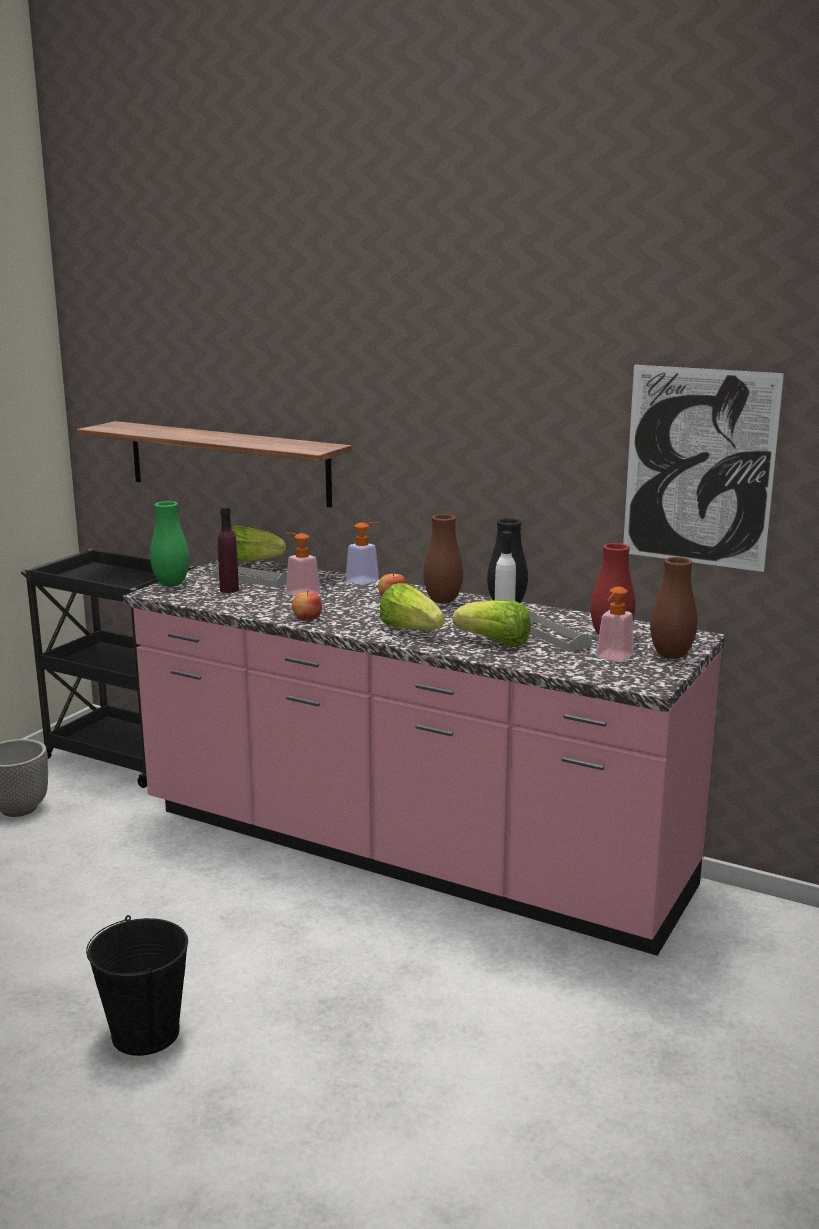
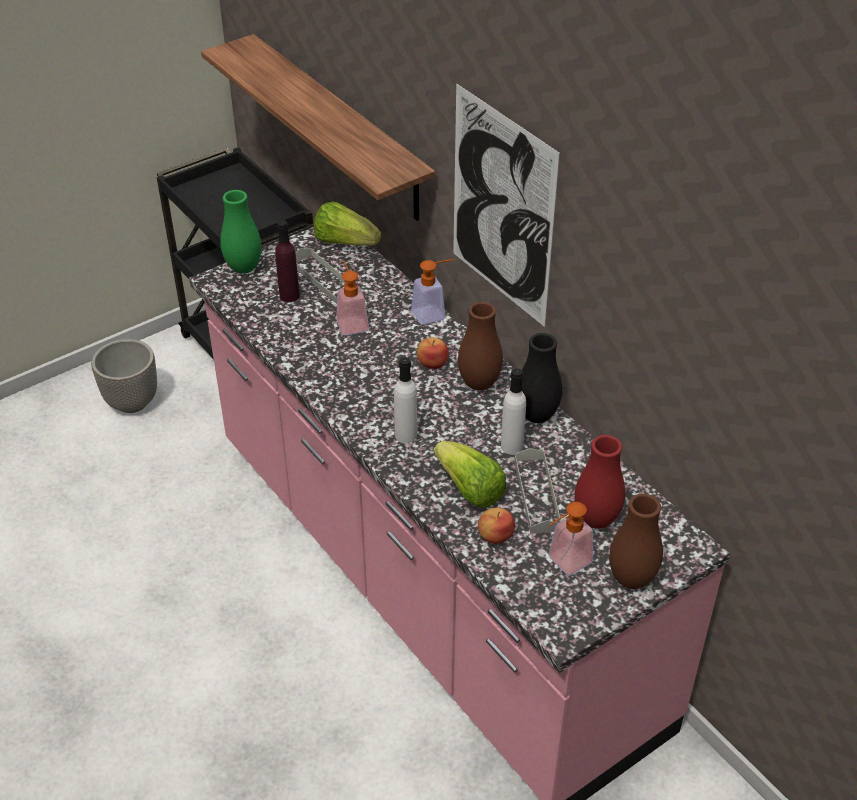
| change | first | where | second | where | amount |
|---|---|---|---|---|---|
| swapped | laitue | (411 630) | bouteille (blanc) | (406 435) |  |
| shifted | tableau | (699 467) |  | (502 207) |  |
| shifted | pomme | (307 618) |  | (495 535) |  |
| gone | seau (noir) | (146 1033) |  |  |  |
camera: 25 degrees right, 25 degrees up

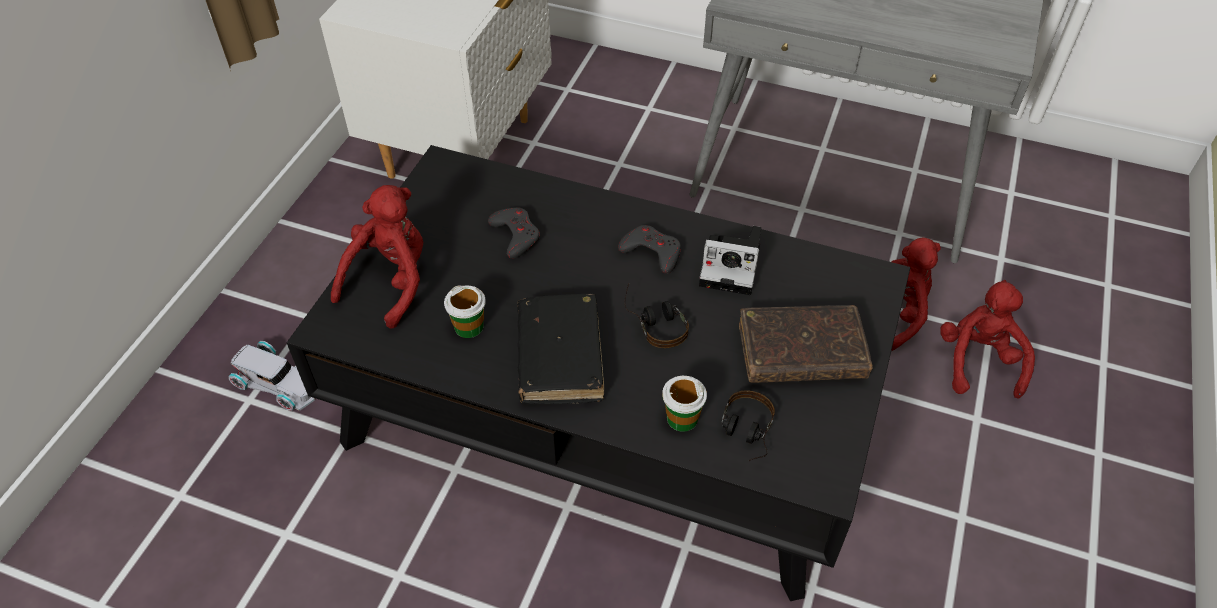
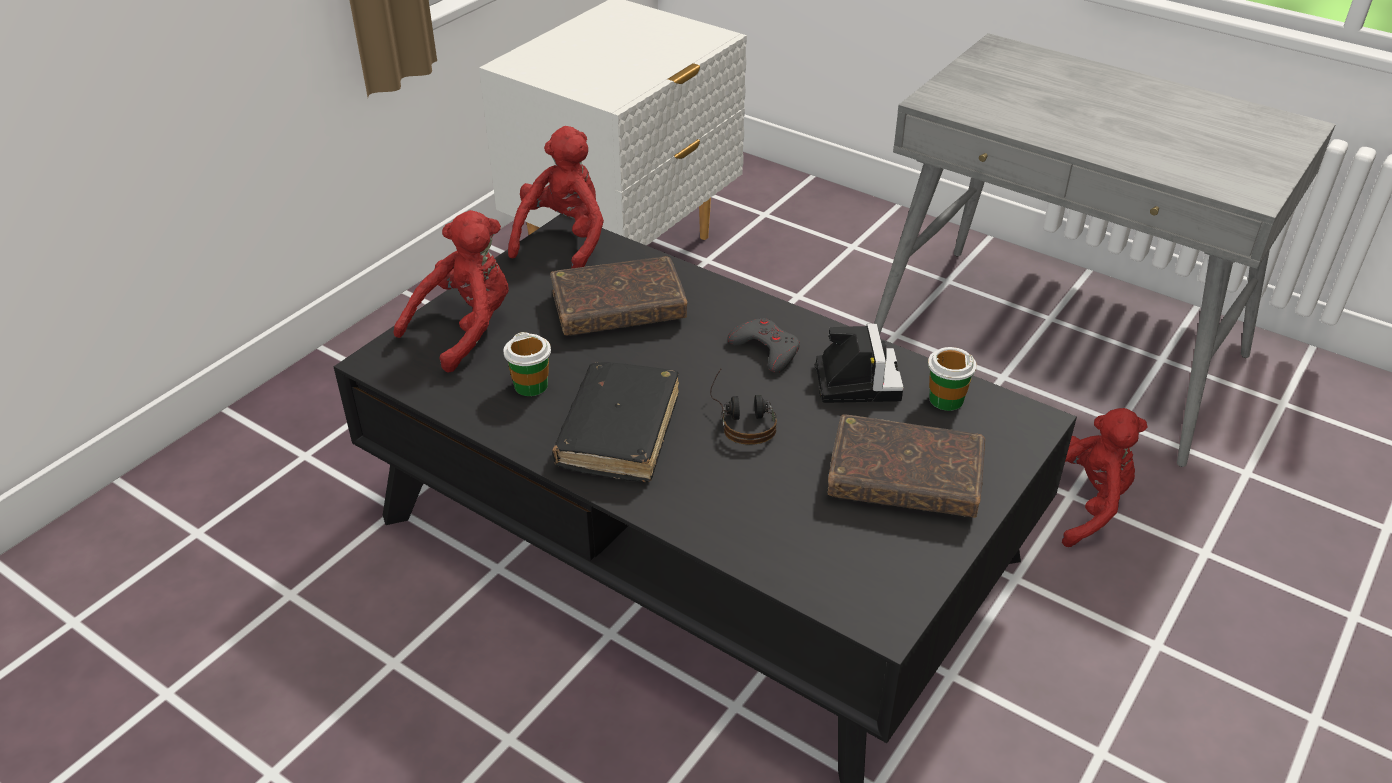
| change | first | where | second | where | amount |
|---|---|---|---|---|---|
| shifted | peluche (rouge) | (978 361) |  | (564 240) |  |
| swapped | manette (gris) | (515 235) | livre (marron) | (618 309) |  |
| rotated | appareil photo | (732 267) |  | (856 379) | 120 degrees counterclockwise |
| shifted | tasse | (682 418) |  | (946 399) |  |
| gone | petite voiture (blanc) | (279 382) |  |  |  |
| gone | casque audio | (745 434) |  |  |  |
camera: 15 degrees right, 10 degrees down

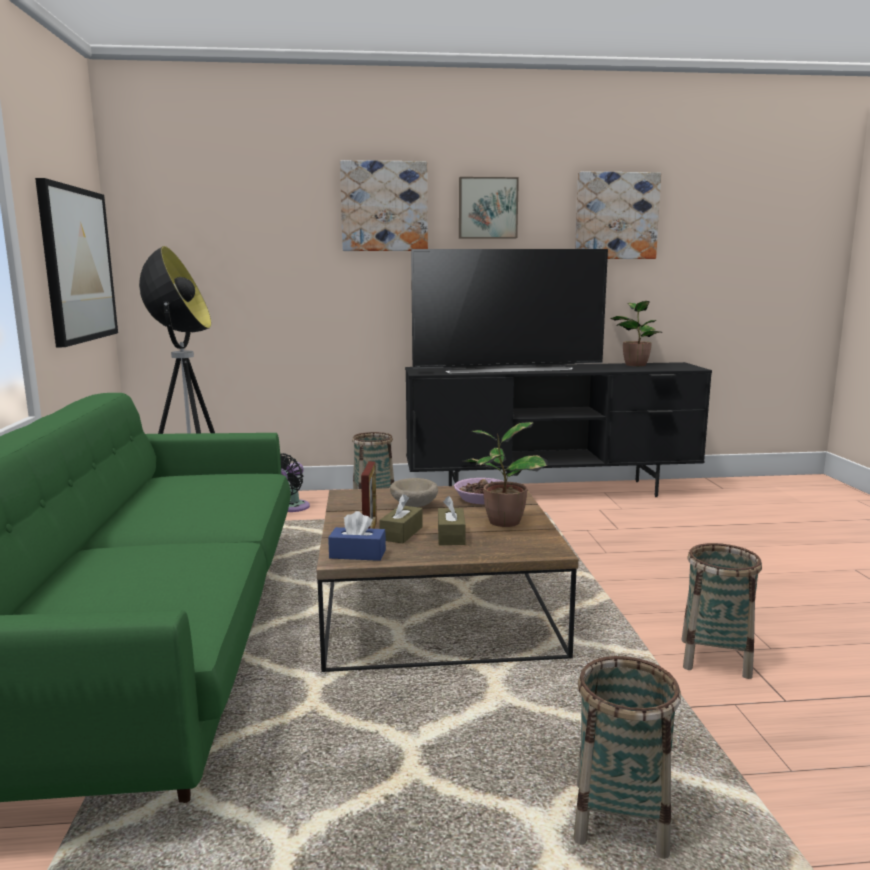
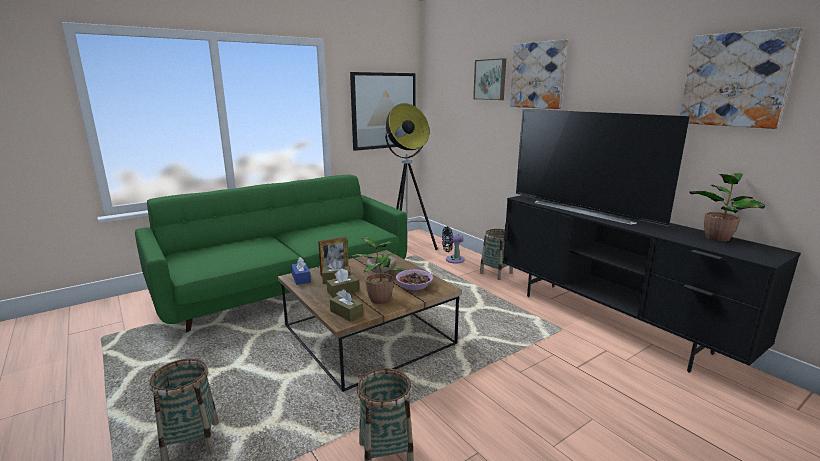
| change | first | where | second | where | amount |
|---|---|---|---|---|---|
| new |  |  | boîte à mouchoirs (marron) | (346 313) |  |
| shifted | tableau | (487 208) |  | (490 79) |  |
camera: 60 degrees right, 5 degrees up

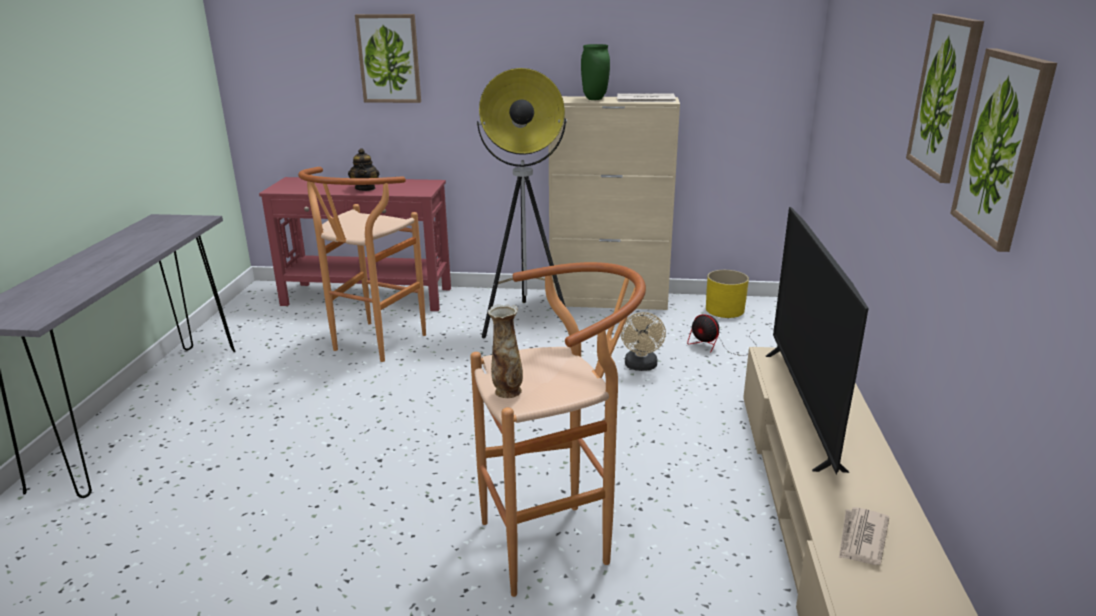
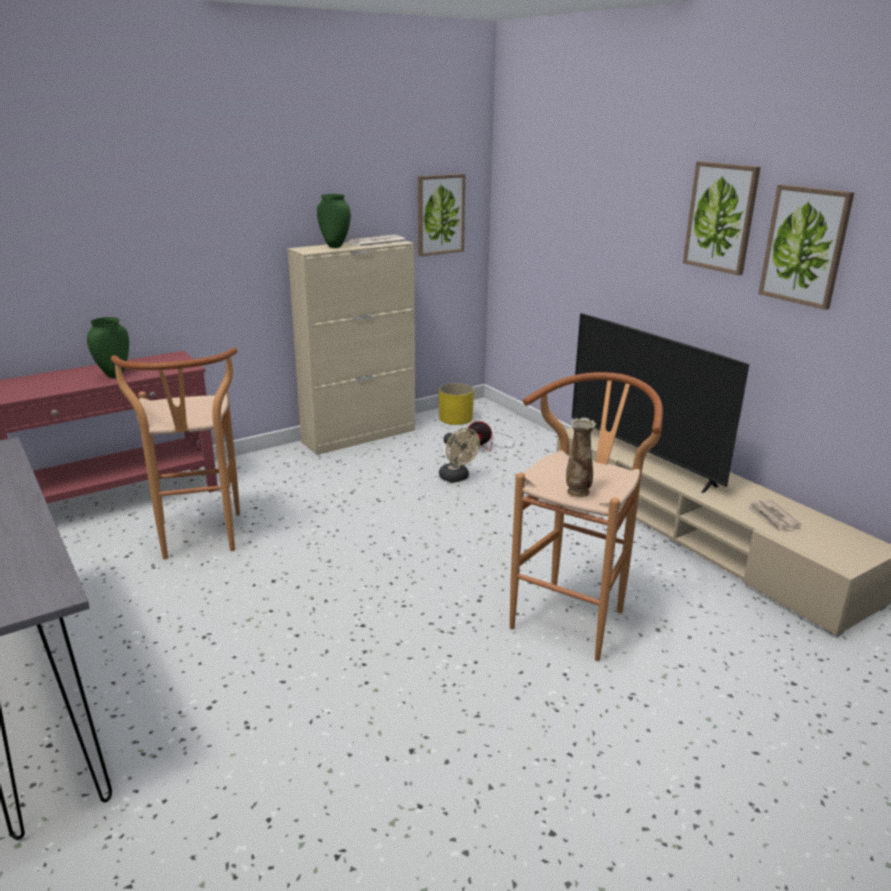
| change | first | where | second | where | amount |
|---|---|---|---|---|---|
| swapped | théière | (365 188) | vase (vert) | (114 375) |  |
| shifted | tableau | (389 58) |  | (440 214) |  |
| gone | lampadaire | (526 323) |  |  |  |
camera: 40 degrees left, 0 degrees up

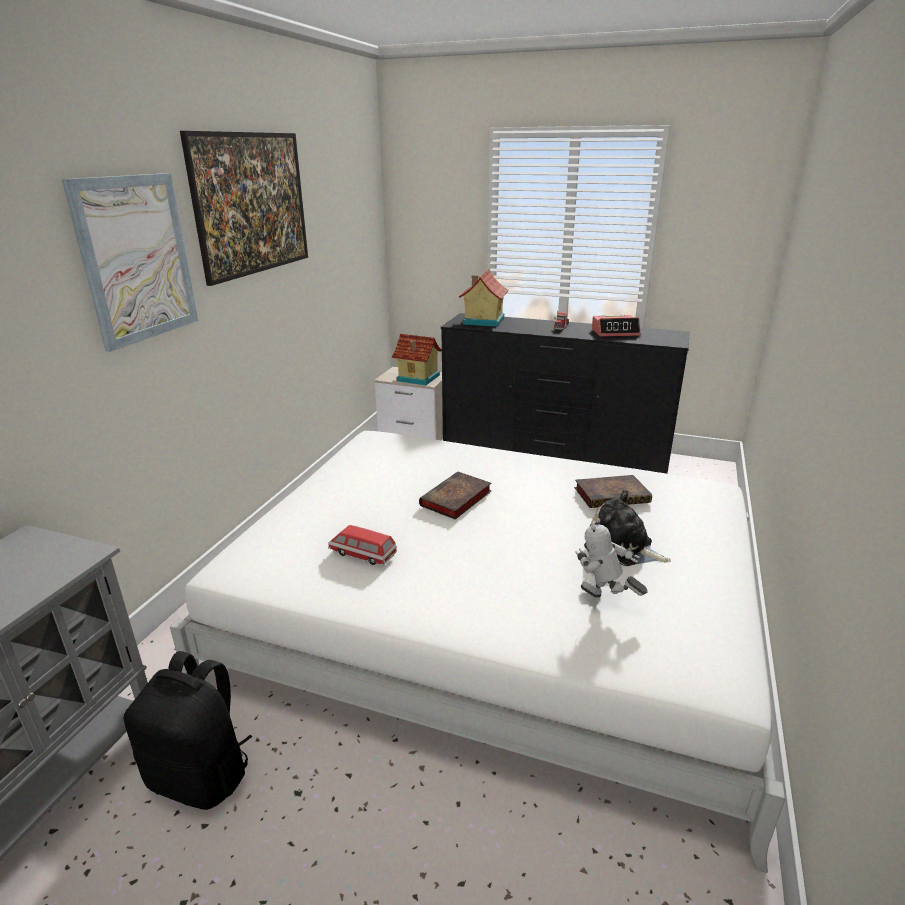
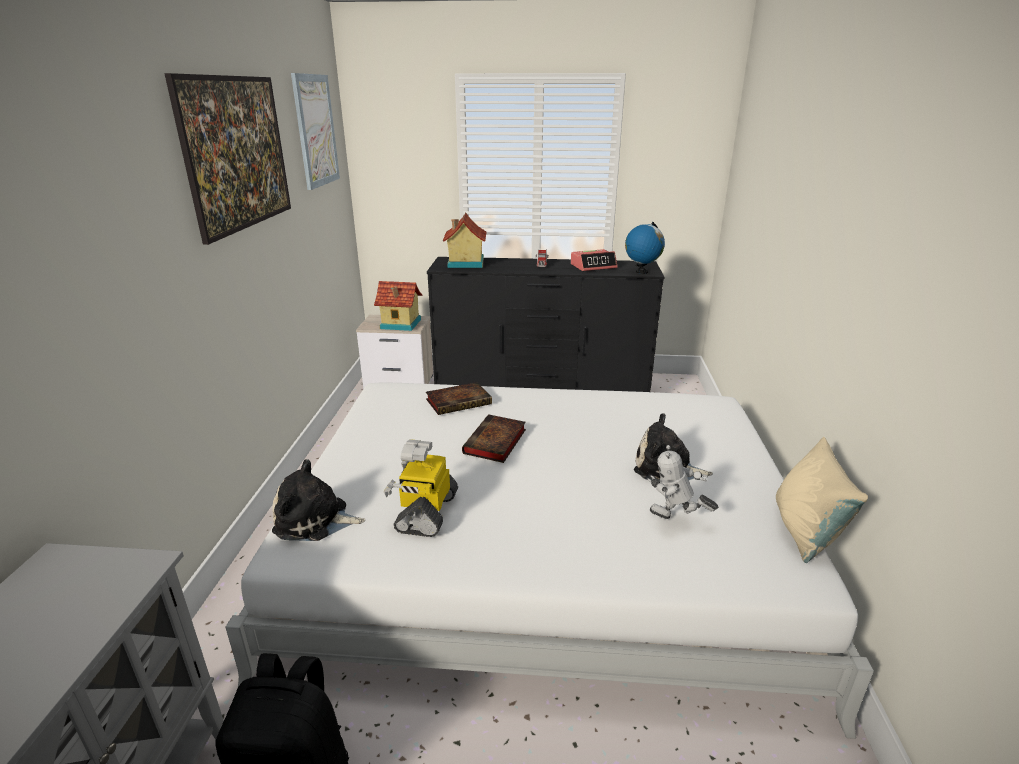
| change | first | where | second | where | amount |
|---|---|---|---|---|---|
| new |  |  | peluche | (315 520) |  |
| shifted | tableau | (137 259) |  | (315 131) |  |
| swapped | petite voiture | (363 554) | robot jouet | (426 512) |  |
| shifted | livre | (613 495) |  | (460 401) |  |
| new |  |  | globe | (641 272) |  |
| new |  |  | coussin (beige) | (805 531) |  |
camera: 15 degrees left, 0 degrees up

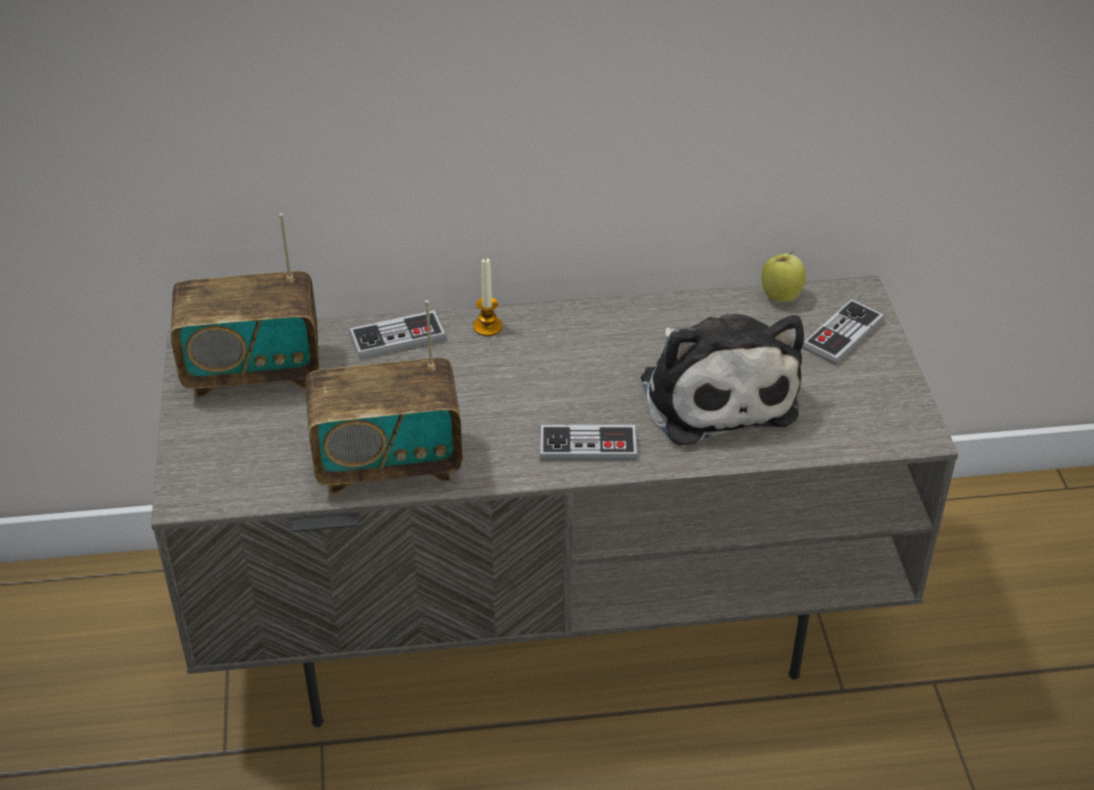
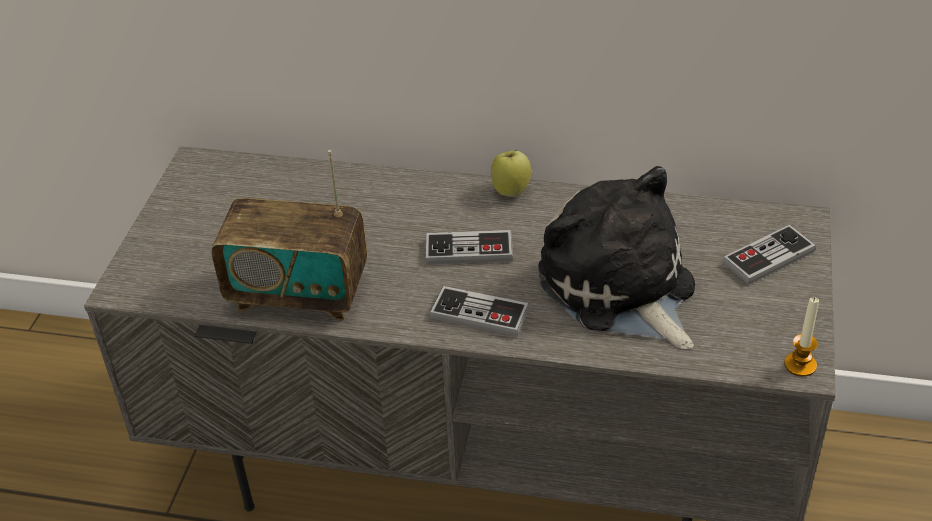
| change | first | where | second | where | amount |
|---|---|---|---|---|---|
| shifted | manette | (397 337) |  | (469 250) |  |
| shifted | pomme | (781 296) |  | (511 190) |  |
| rotated | peluche | (715 393) |  | (620 288) | 150 degrees clockwise |
| shifted | bougie | (487 327) |  | (800 365) |  |
| gone | radio | (253 371) |  |  |  |
camera: 20 degrees right, 0 degrees up

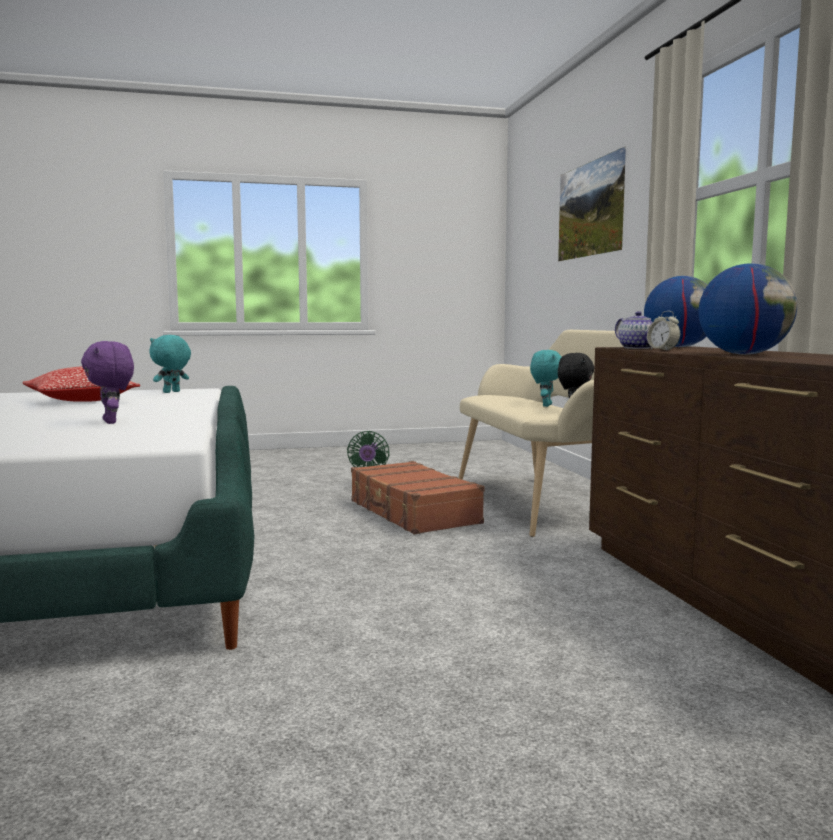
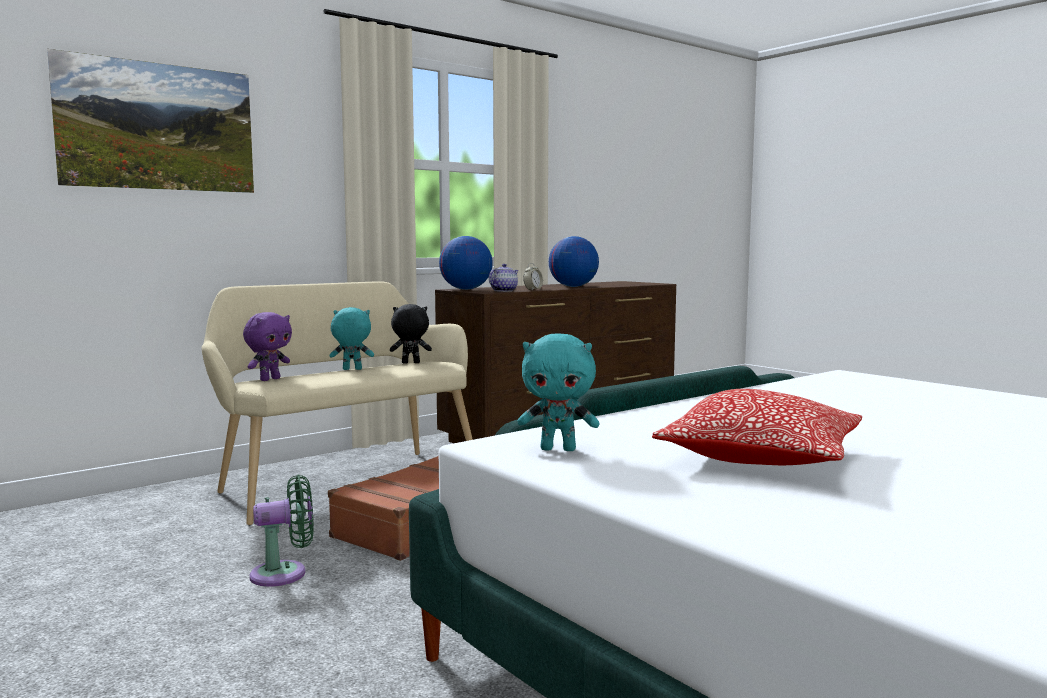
| change | first | where | second | where | amount |
|---|---|---|---|---|---|
| shifted | peluche (violet) | (112 422) |  | (269 379) |  |
camera: 115 degrees left, 0 degrees up

